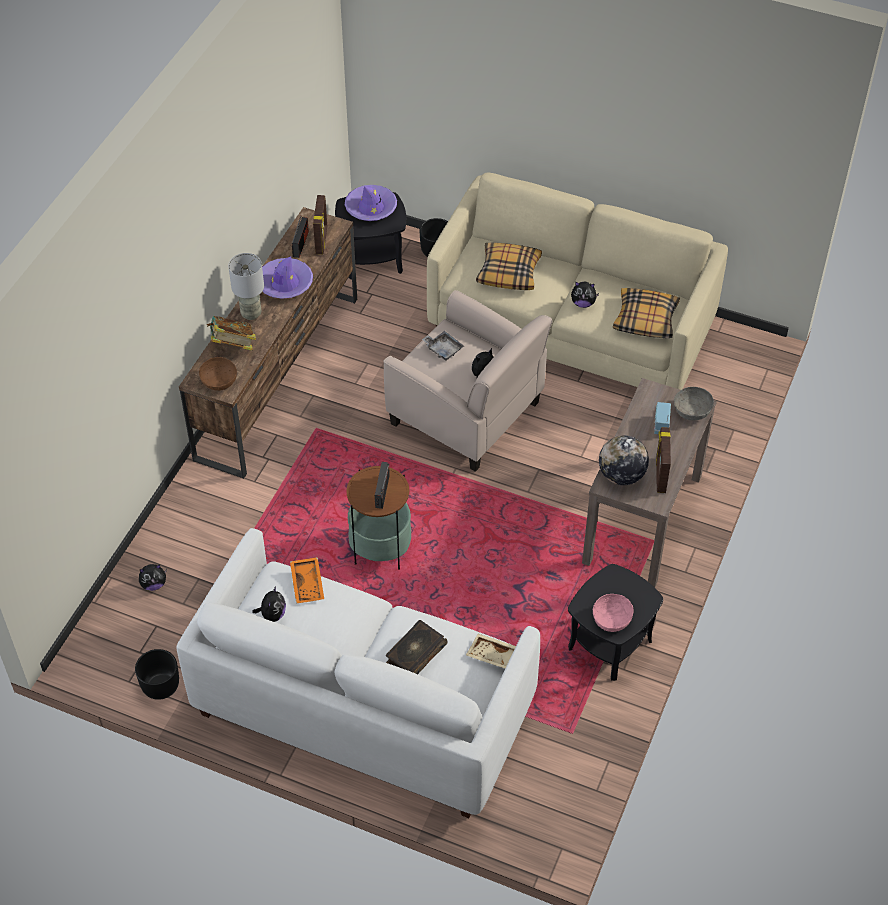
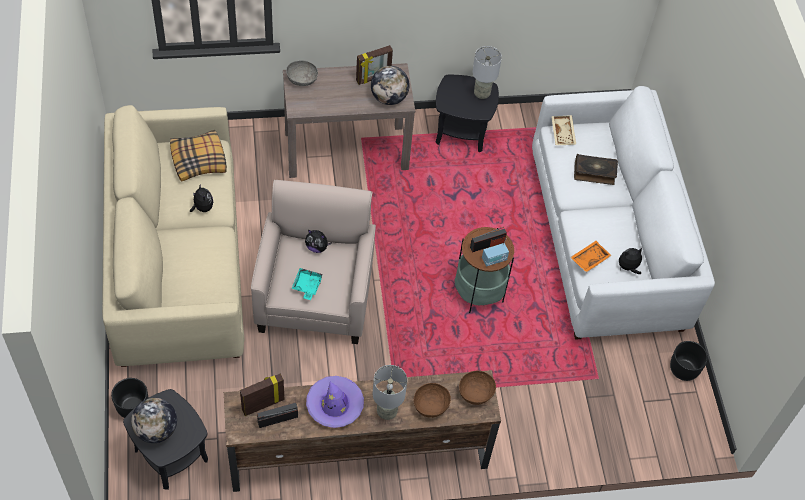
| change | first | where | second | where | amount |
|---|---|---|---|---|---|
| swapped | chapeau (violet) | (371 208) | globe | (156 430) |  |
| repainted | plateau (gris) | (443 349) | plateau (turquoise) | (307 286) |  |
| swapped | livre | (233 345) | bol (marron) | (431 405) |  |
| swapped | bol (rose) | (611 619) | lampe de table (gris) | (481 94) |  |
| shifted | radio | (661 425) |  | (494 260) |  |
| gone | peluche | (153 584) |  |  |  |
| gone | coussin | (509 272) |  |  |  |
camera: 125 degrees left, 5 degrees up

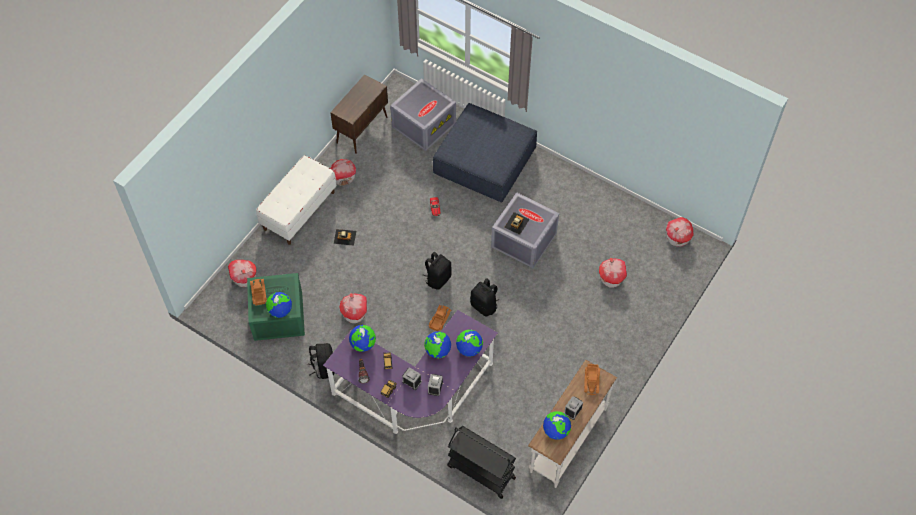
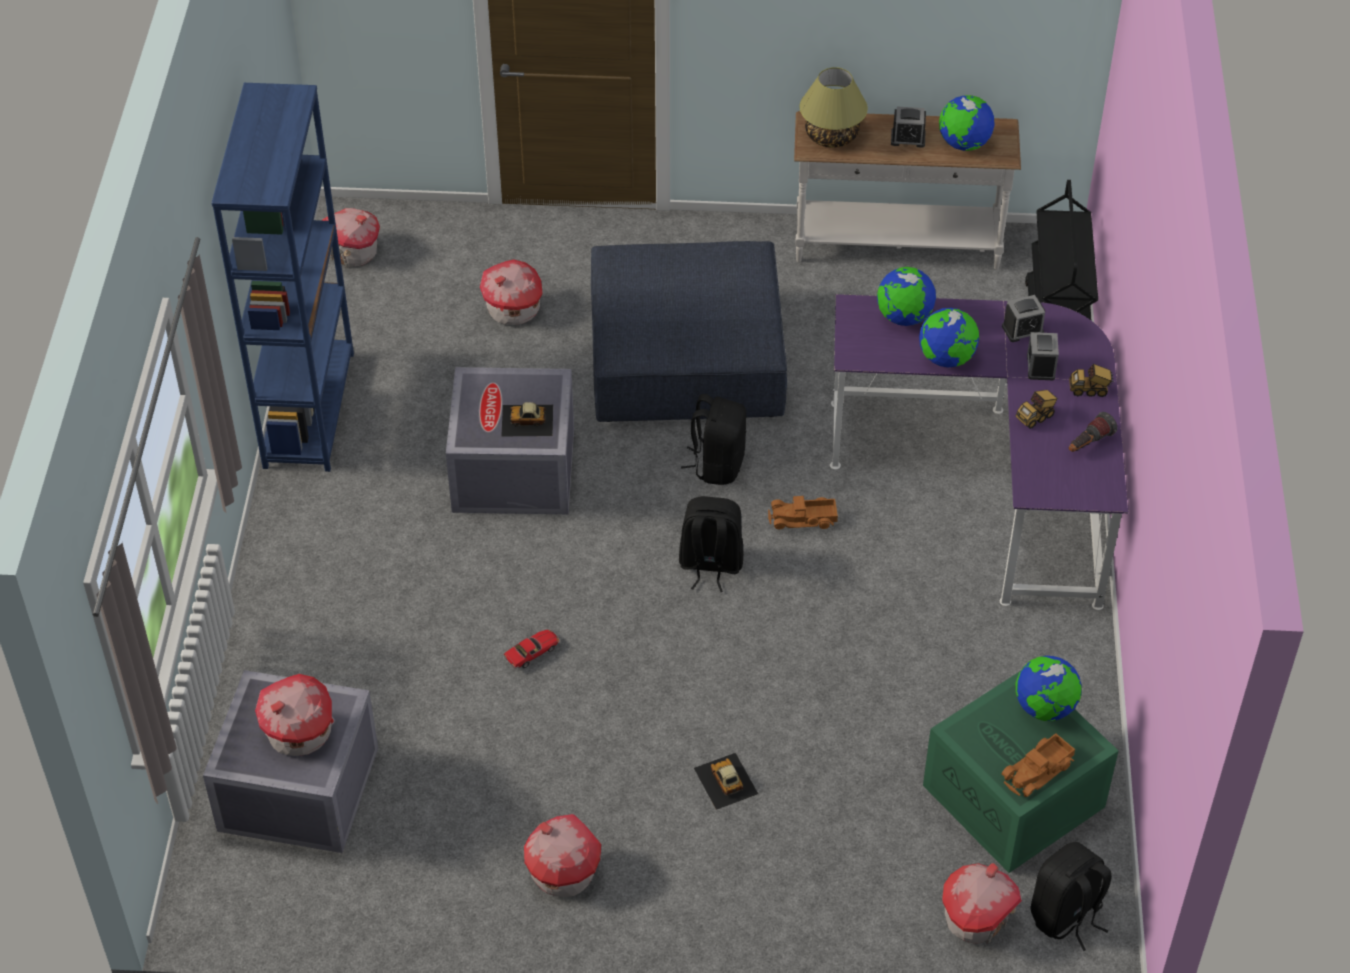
| change | first | where | second | where | amount |
|---|---|---|---|---|---|
| new |  |  | bibliothèque (bleu) | (309 409) |  |
| shifted | maison miniature | (354 313) |  | (299 734) |  |
| shifted | pouf (bleu) | (485 161) |  | (686 357) |  |
| swapped | camion jouet | (592 381) | lampe de table | (831 136) |  |
| shifted | sac à dos (noir) | (323 367) |  | (1066 916) |  |
| gone | banc (blanc) | (299 210) |  |  |  |
| gone | meuble de rangement (marron) | (362 129) |  |  |  |
| gone | globe | (363 344) |  |  |  |
camera: 120 degrees left, 10 degrees down

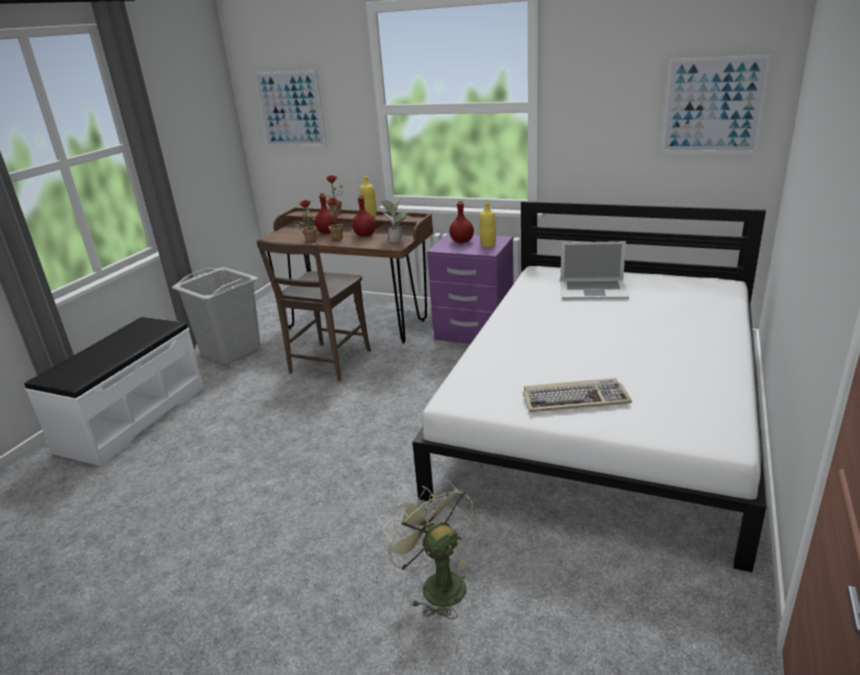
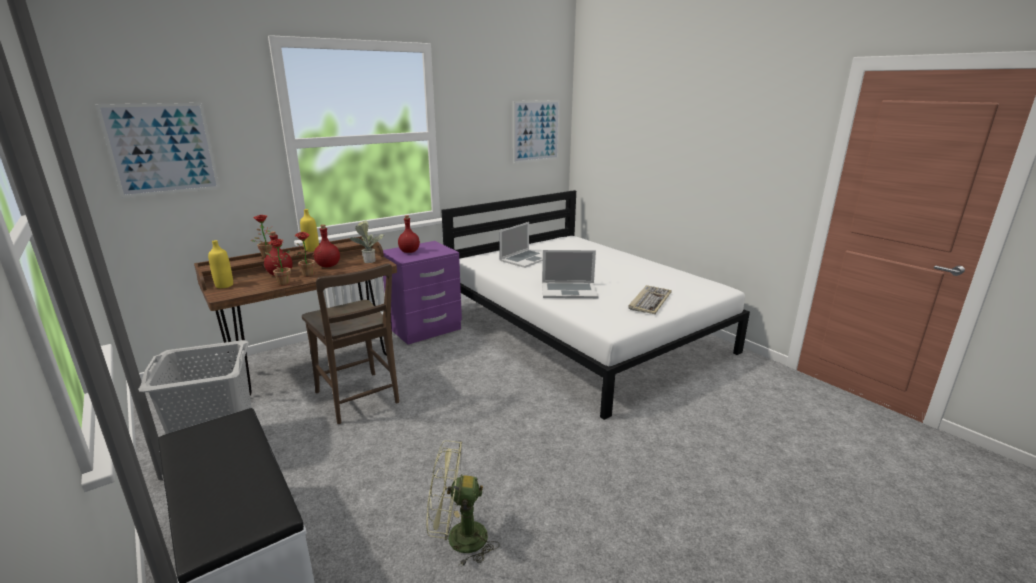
| change | first | where | second | where | amount |
|---|---|---|---|---|---|
| shifted | bouteille (jaune) | (488 244) |  | (224 285) |  |
| shifted | ventilateur (vert) | (436 584) |  | (458 539) |  |
| new |  |  | ordinateur portable | (569 290) |  |
camera: 60 degrees left, 5 degrees down

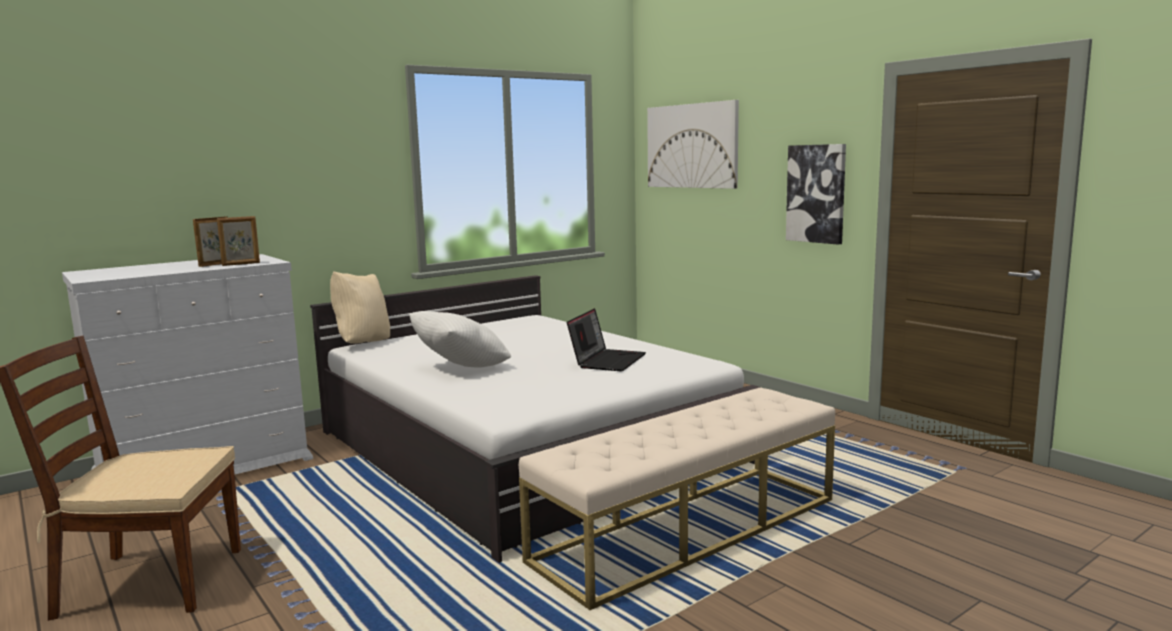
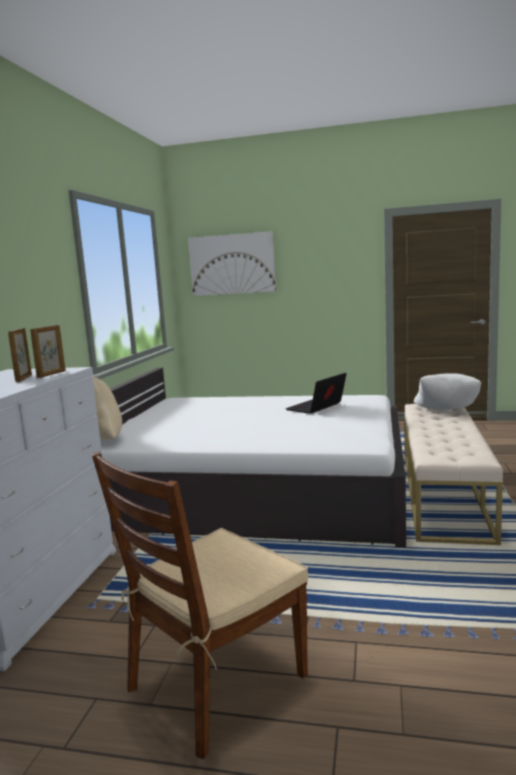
| change | first | where | second | where | amount |
|---|---|---|---|---|---|
| rotated | ordinateur portable | (607 360) |  | (316 407) | 120 degrees counterclockwise |
| shifted | coussin (blanc) | (461 368) |  | (446 412) |  |
| gone | tableau | (816 193) |  |  |  |
camera: 40 degrees left, 0 degrees up

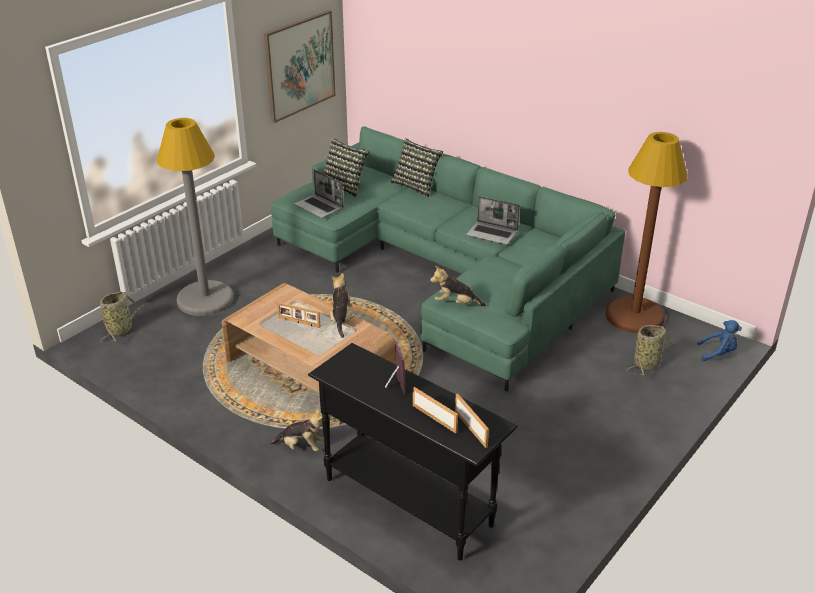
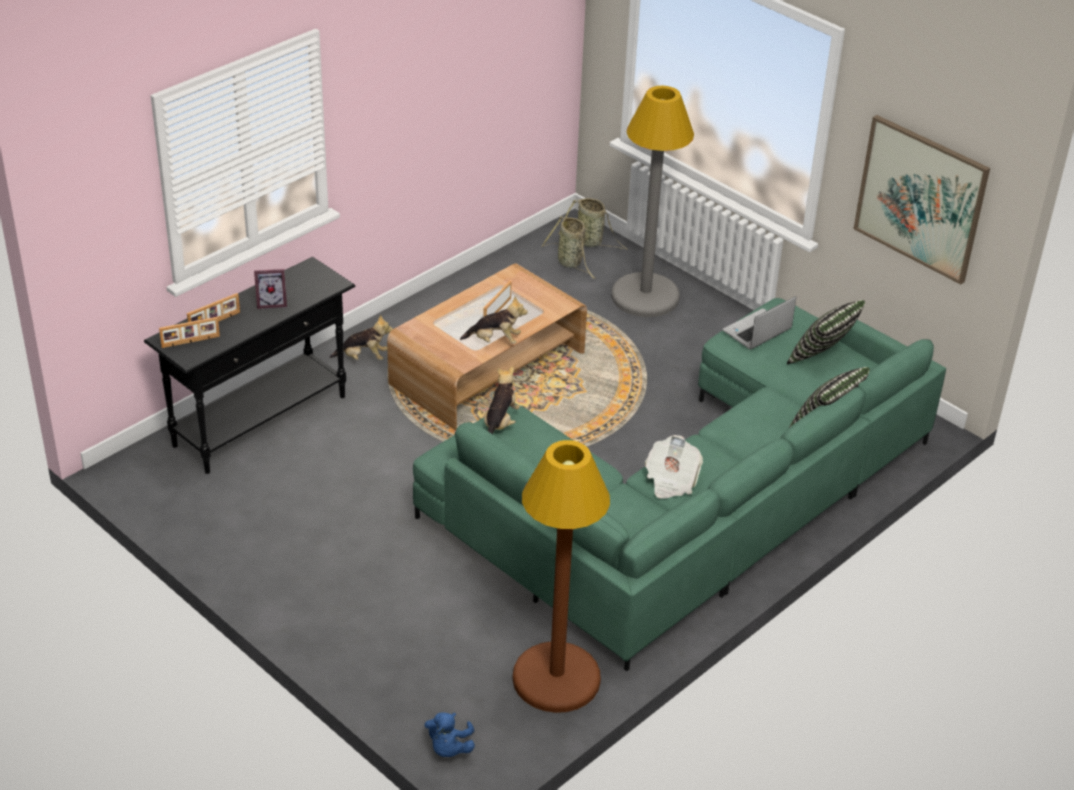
| change | first | where | second | where | amount |
|---|---|---|---|---|---|
| rotated | peluche | (301 446) |  | (363 358) | 105 degrees counterclockwise |
| shifted | panier | (648 363) |  | (571 263) |  |
| swapped | ordinateur portable | (493 234) | journal | (671 480) |  |
camera: 95 degrees right, 5 degrees up

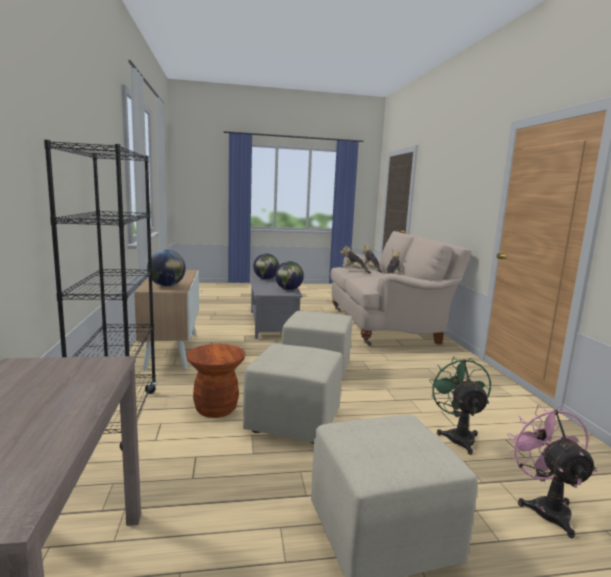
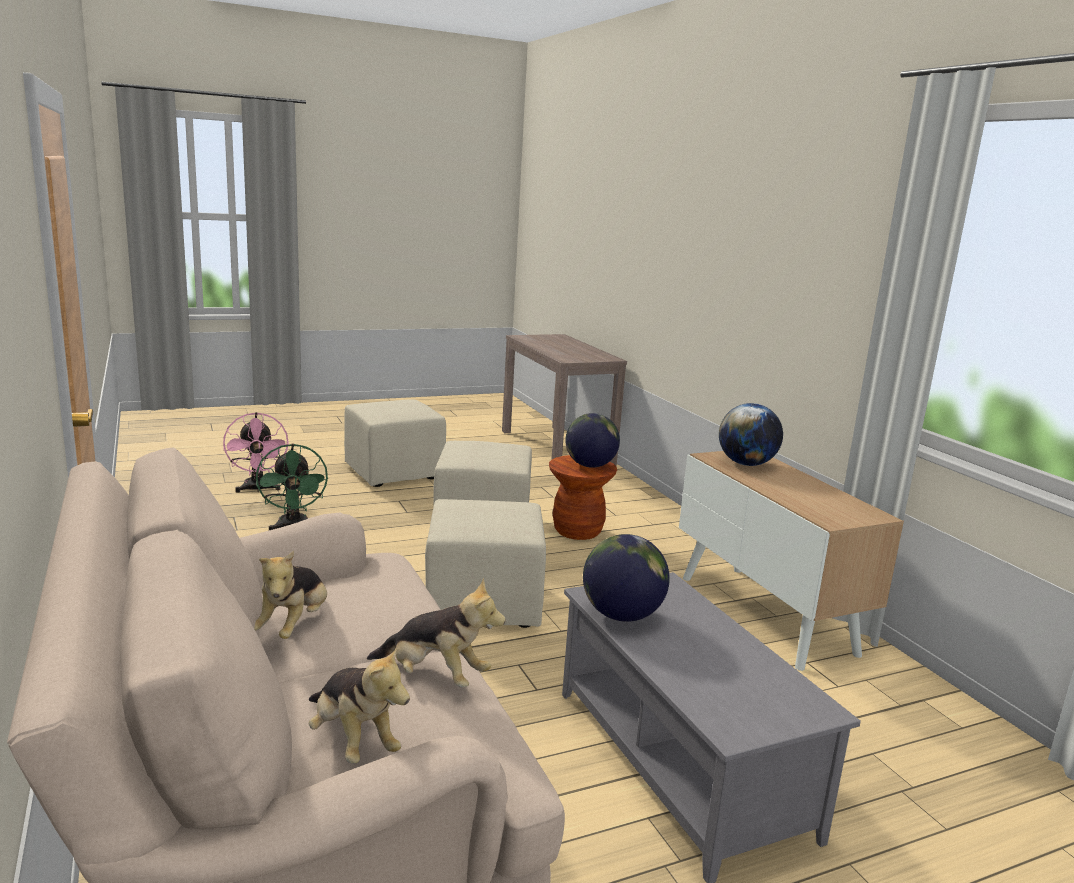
| change | first | where | second | where | amount |
|---|---|---|---|---|---|
| shifted | globe | (265 279) |  | (590 465) |  |
| gone | bibliothèque (noir) | (118 419) |  |  |  |
camera: 165 degrees right, 5 degrees up

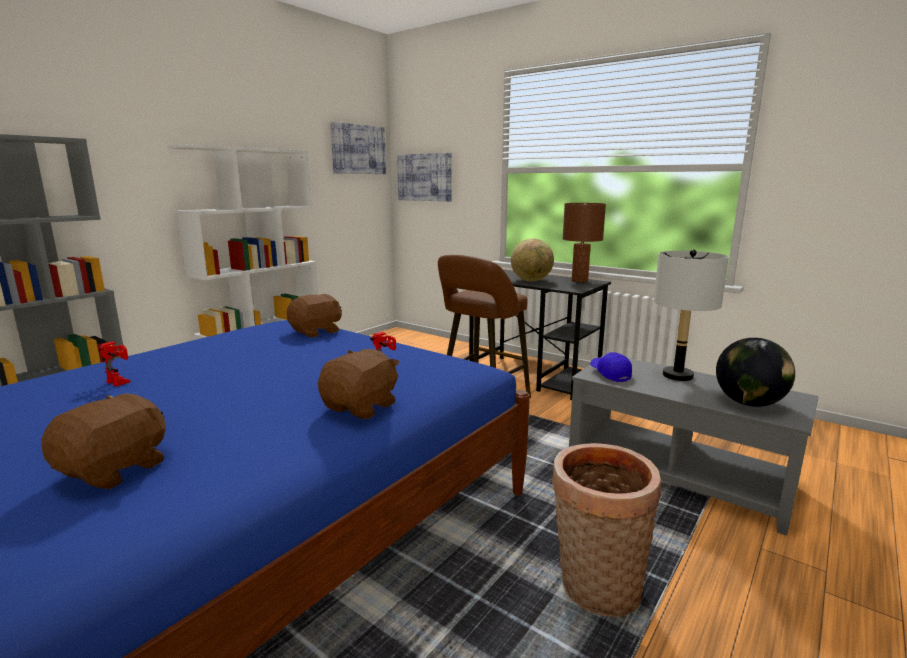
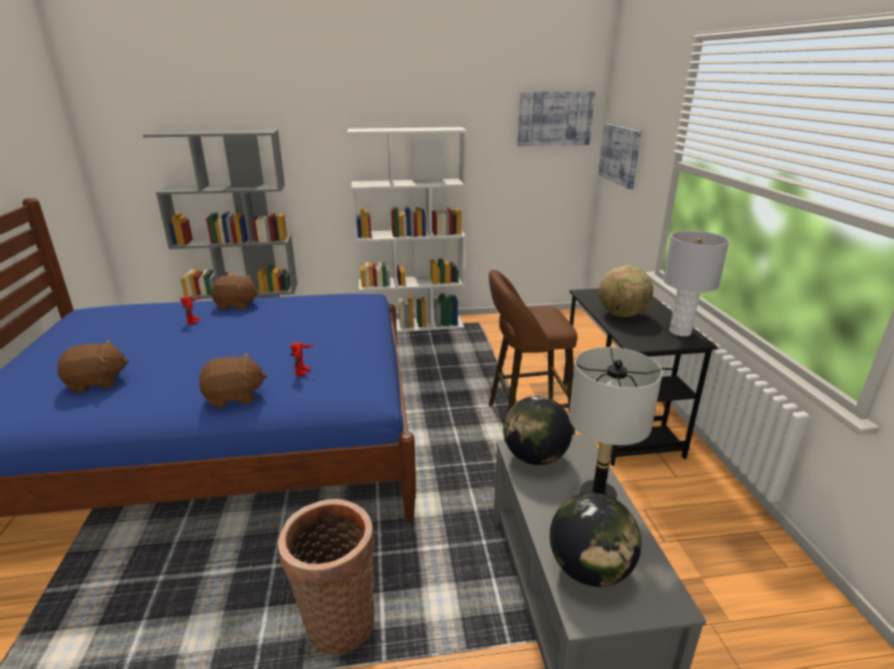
| change | first | where | second | where | amount |
|---|---|---|---|---|---|
| shifted | peluche (marron) | (316 332) |  | (236 305) |  |
| swapped | casquette (bleu) | (610 374) | globe | (534 457) |  |
| repainted | lampe de table (marron) | (579 280) | lampe de table (gris) | (679 332) |  |
camera: 45 degrees right, 10 degrees up

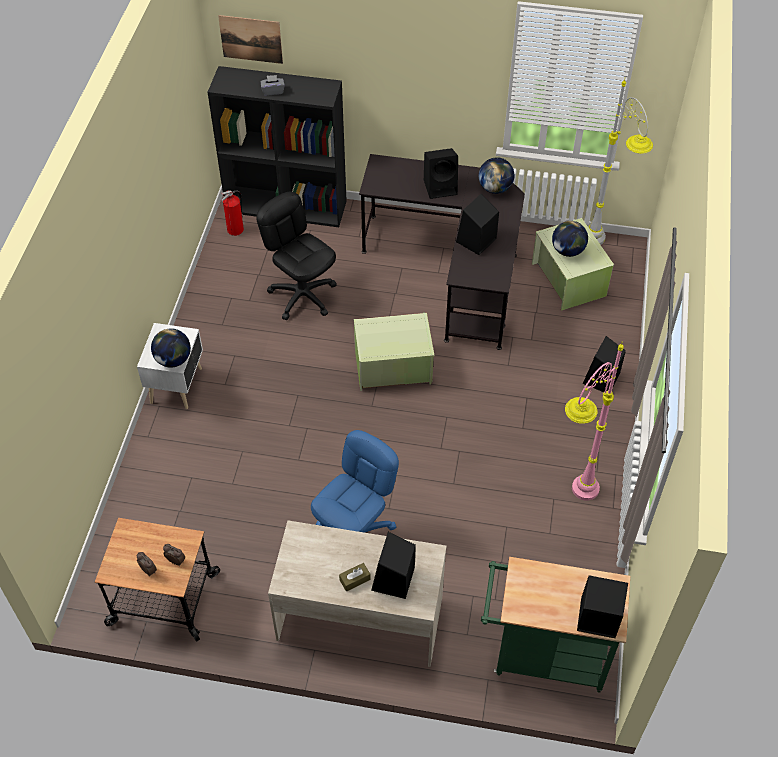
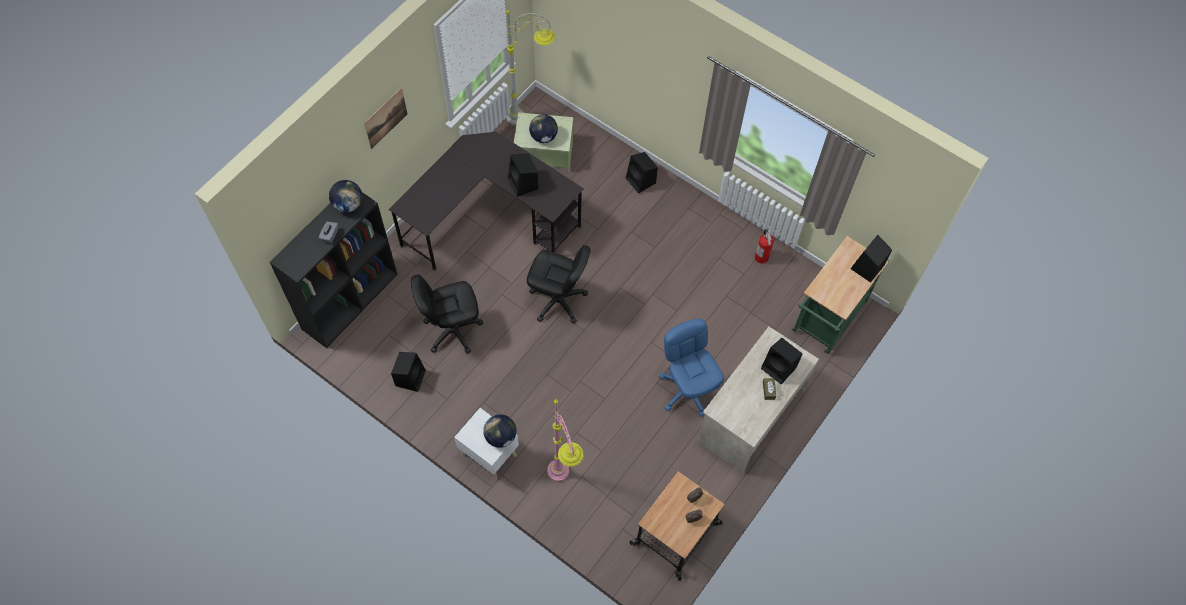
| change | first | where | second | where | amount |
|---|---|---|---|---|---|
| shifted | globe | (495 188) |  | (348 205) |  |
| shifted | tableau | (251 39) |  | (385 118) |  |
| shifted | enceinte (noir) | (441 187) |  | (410 377) |  |
| swapped | boîte de rangement (vert) | (393 367) | chaise de bureau (noir) | (558 300) |  |
| shifted | lampadaire (rose) | (571 503) |  | (564 488) |  |
| shifted | extincteur | (236 230) |  | (761 257) |  |
camera: 65 degrees left, 10 degrees up

